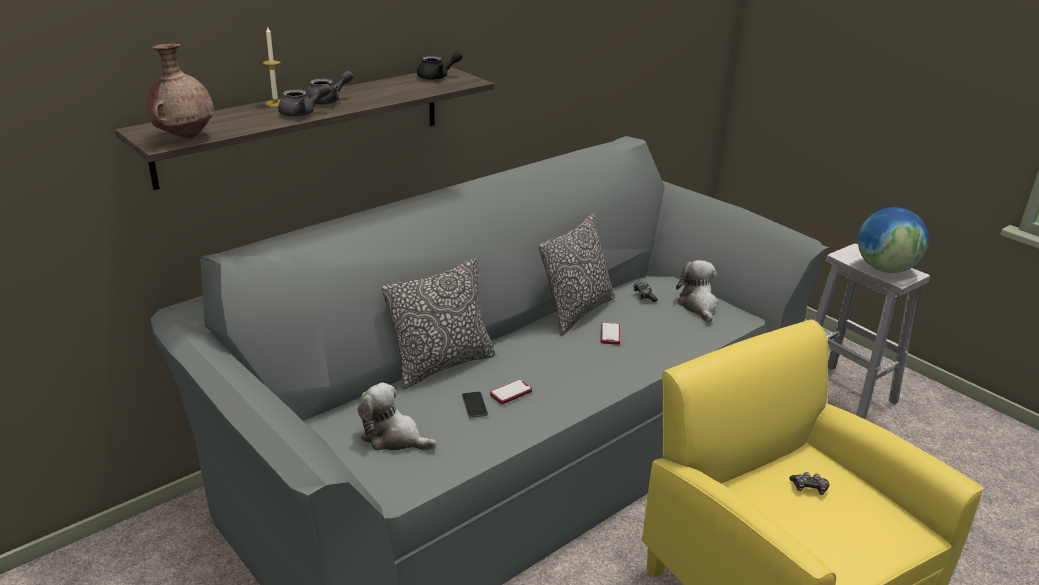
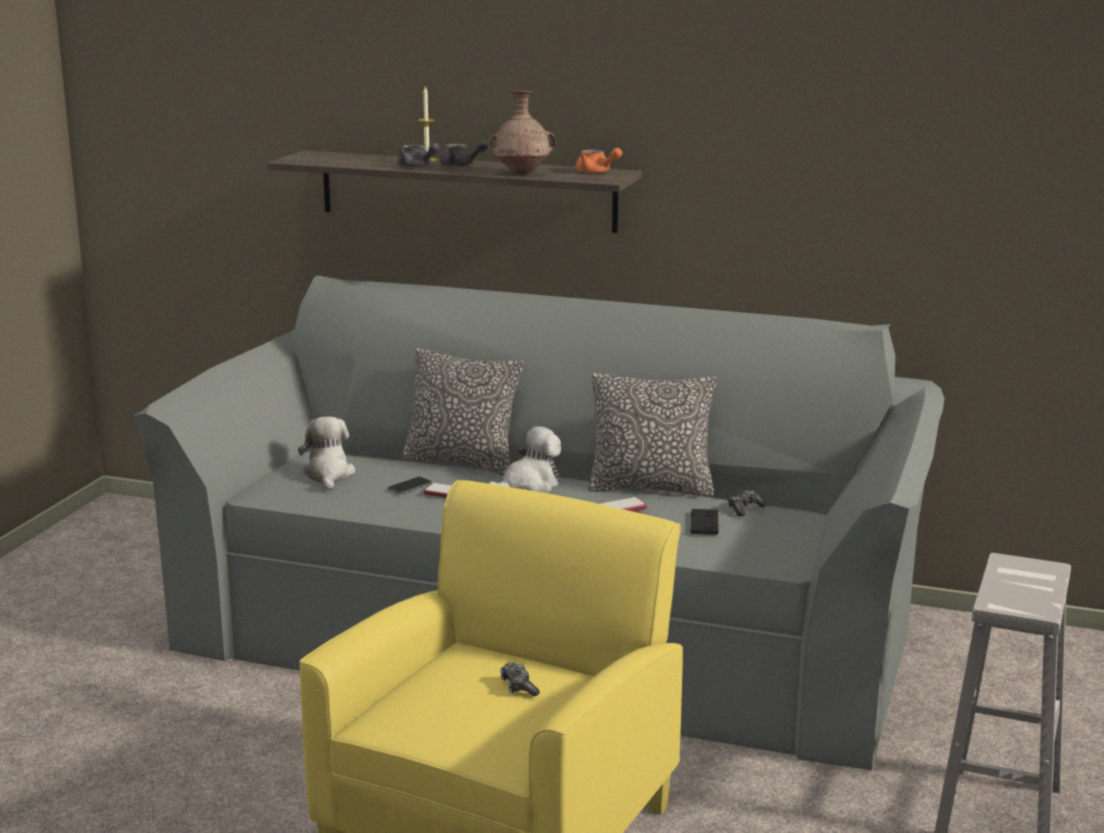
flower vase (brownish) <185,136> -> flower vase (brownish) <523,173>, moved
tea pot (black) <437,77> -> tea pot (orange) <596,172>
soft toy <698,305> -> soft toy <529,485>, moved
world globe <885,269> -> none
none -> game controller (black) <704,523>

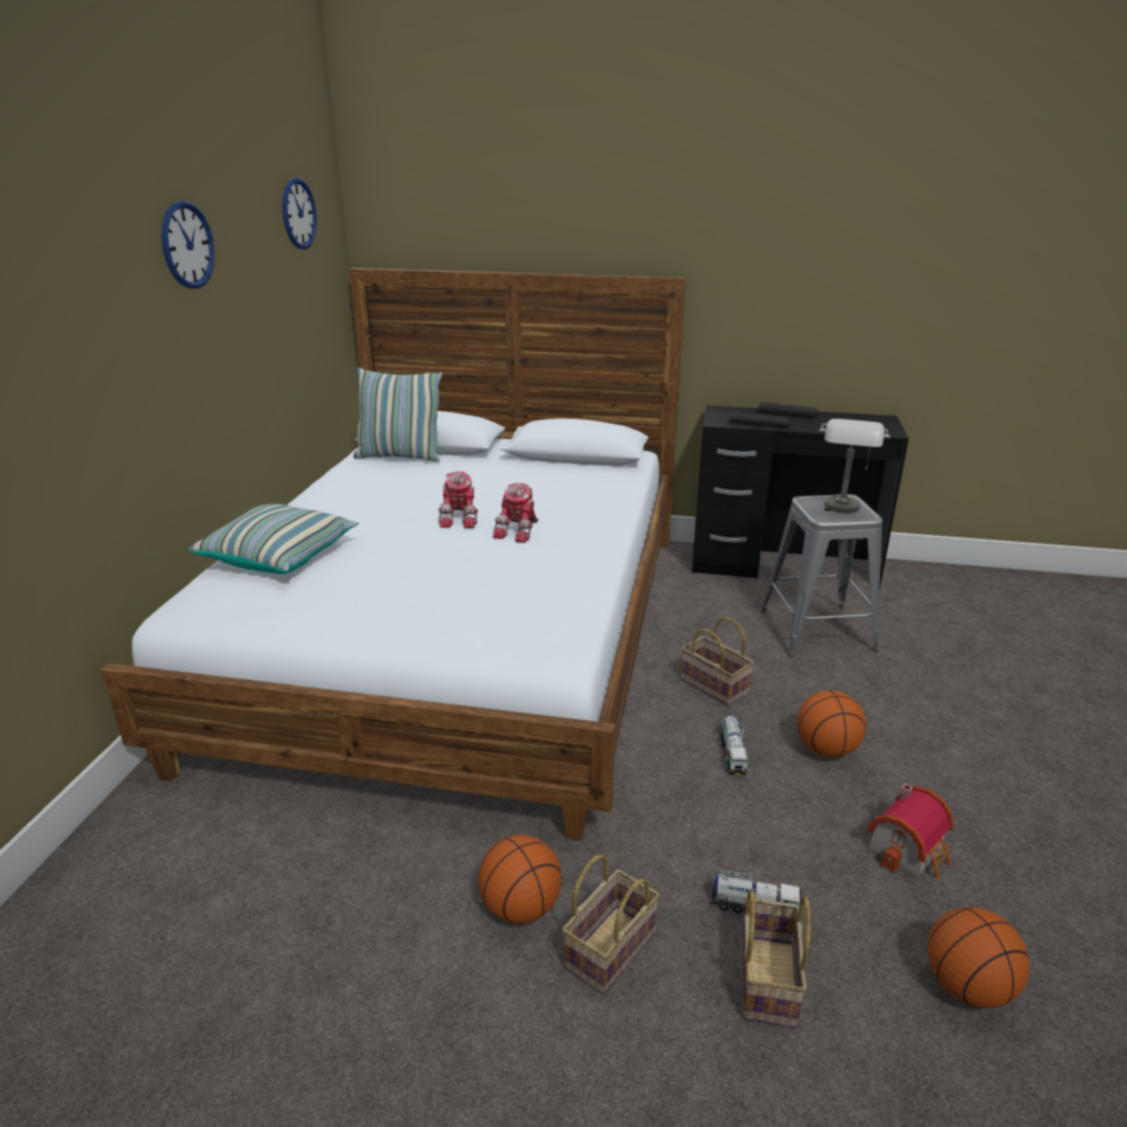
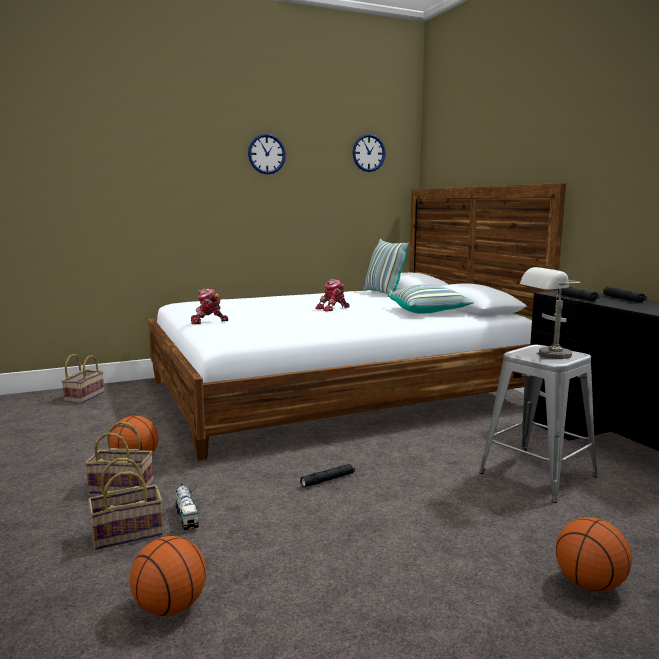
pillow <280,556> -> pillow <429,311>, moved
toy robot <519,531> -> toy robot <208,321>, moved
storage basket <712,686> -> storage basket <84,396>, moved
model truck <732,754> -> hand torch (black) <328,480>
ball for basketball <826,749> -> ball for basketball <589,585>, moved
toy house <910,851> -> none

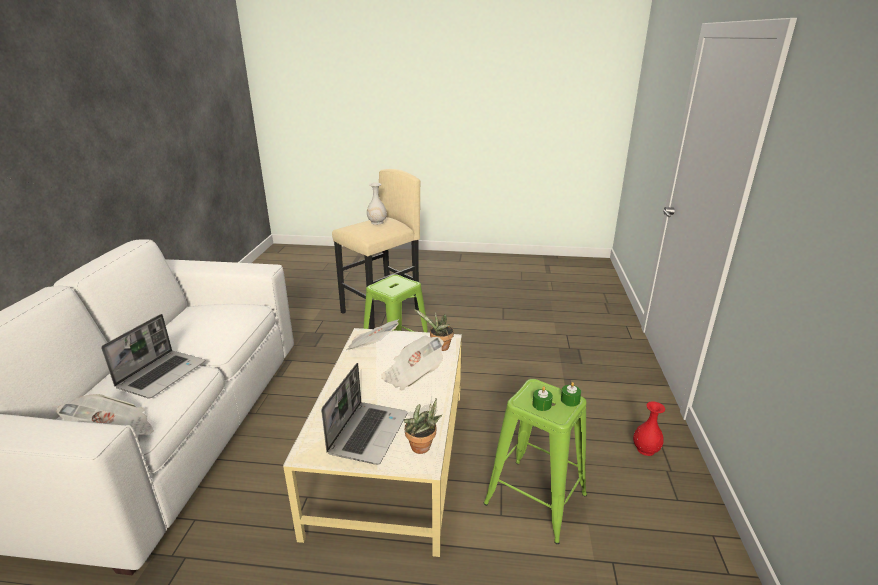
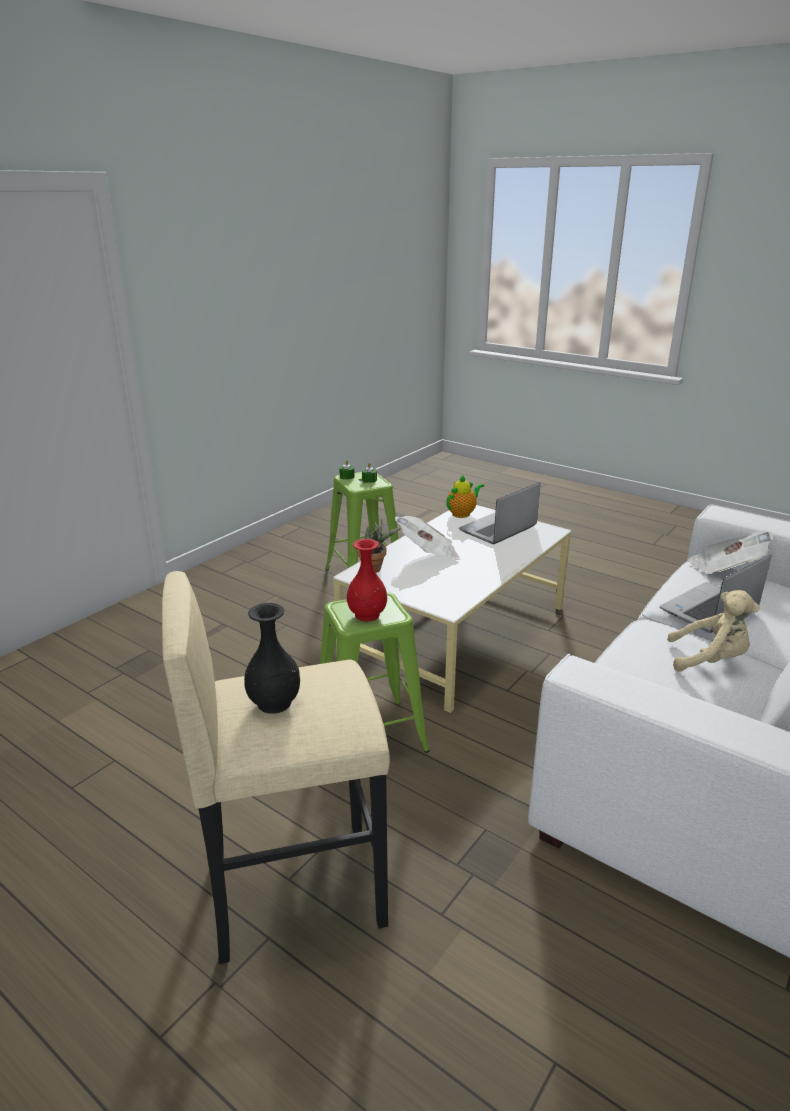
daily paper <373,347> -> none
flower vase (white) <377,222> -> flower vase (black) <274,703>
potted plant <423,448> -> tea pot <462,513>
flower vase (red-coloured) <646,449> -> flower vase (red-coloured) <366,615>, moved
none -> soft toy (sand-coloured) <709,660>

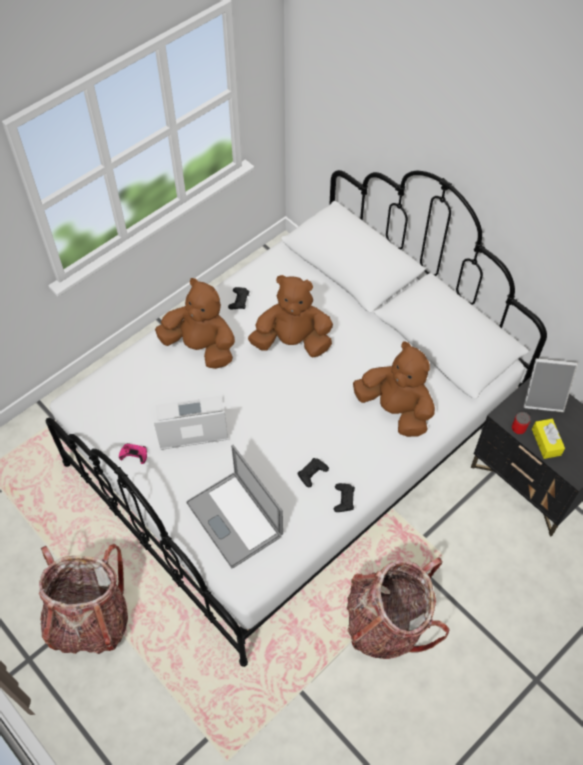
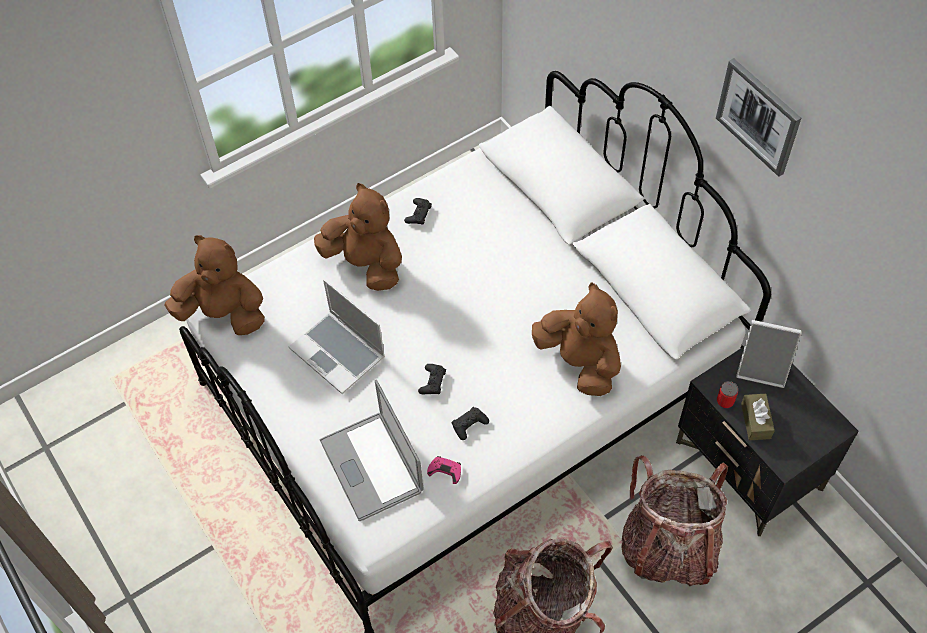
backpack <89,619> -> backpack <668,547>, moved
game controller (pink-coloured) <134,454> -> game controller (pink-coloured) <445,470>, moved
laptop <190,425> -> laptop <339,353>, 135 degrees counterclockwise
soft toy (brownish) <292,342> -> soft toy (brownish) <223,313>, moved
game controller (black) <344,499> -> game controller (black) <432,381>, moved
tissue holder (yellow-coloured) <546,442> -> tissue holder (brownish) <755,421>
none -> wall art <759,116>

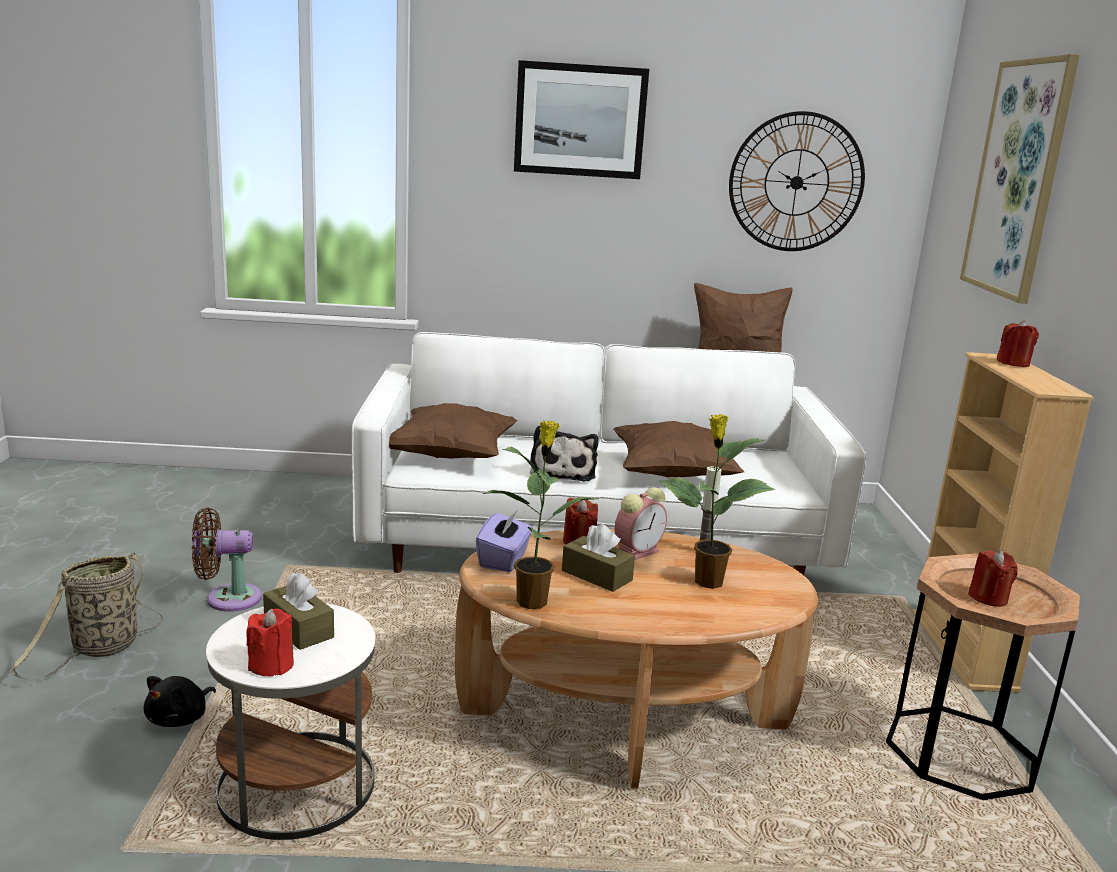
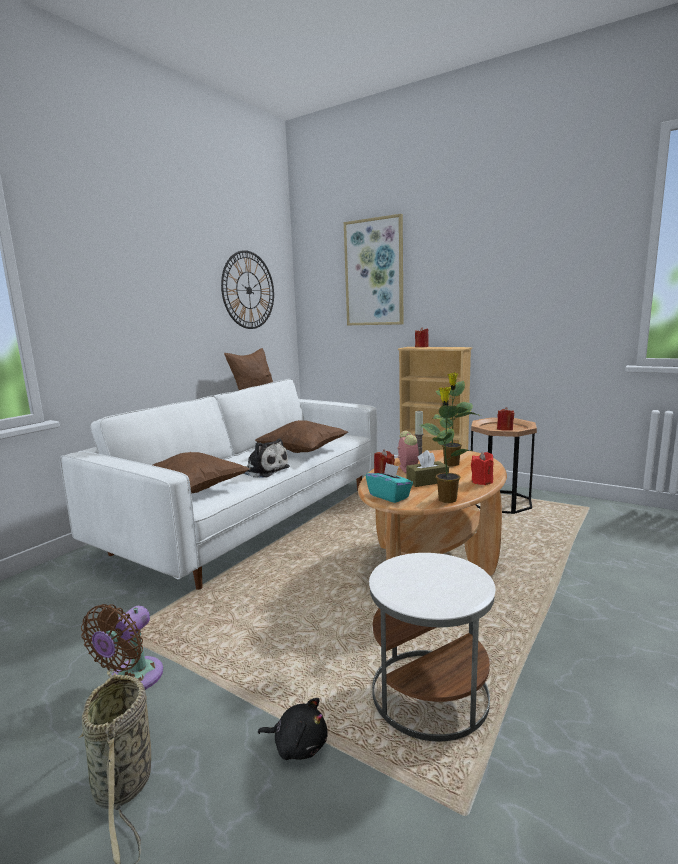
soft toy (black) <180,718> -> soft toy (black) <298,745>, 45 degrees counterclockwise
wax candle (red-coloured) <271,665> -> wax candle (red-coloured) <482,481>, moved
tissue holder (brownish) <298,629> -> none
tissue holder (purplish) <504,560> -> tissue holder (turquoise-coloured) <389,496>
wall art <580,120> -> none

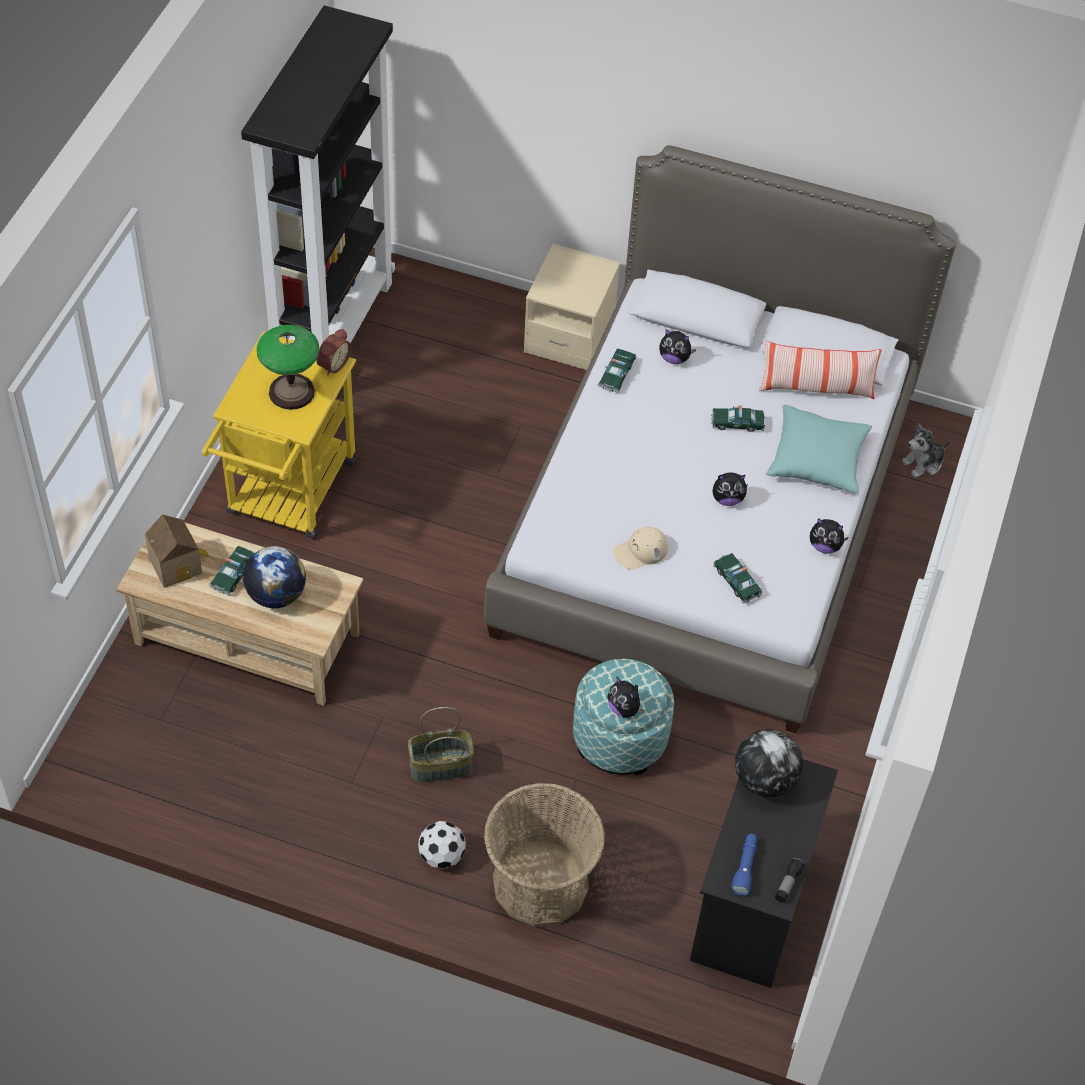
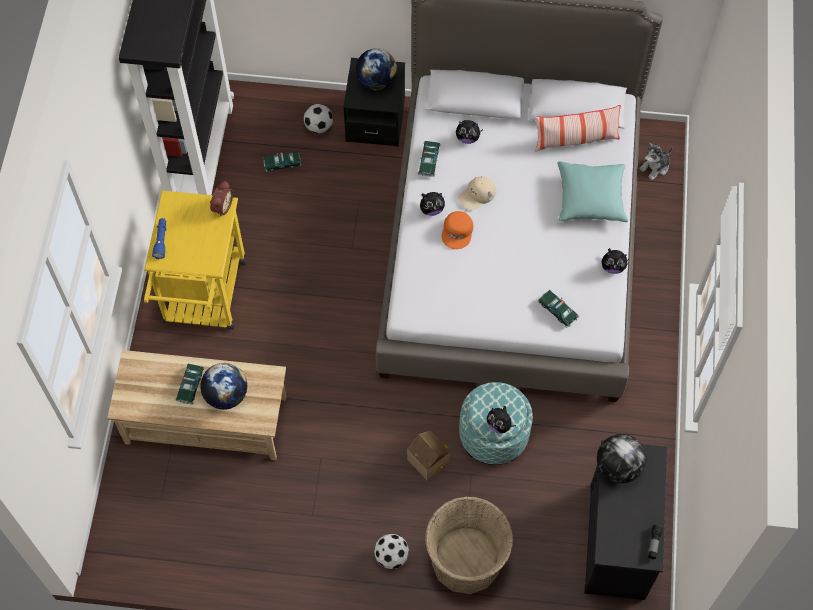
toy house <178,564> -> toy house <429,459>, moved
lamp for a table <291,392> -> none
storage basket <440,766> -> none
bedside table (sand-coloured) <569,335> -> bedside table (black) <375,120>
cap (sand-coloured) <640,551> -> cap (sand-coloured) <477,194>, moved
toy car <737,423> -> toy car <282,164>, moved
soft toy <727,499> -> soft toy <431,209>, moved
hand torch (blue) <745,867> -> hand torch (blue) <161,240>, moved
none -> football <319,126>
none -> world globe <376,81>
none -> cap (orange) <458,232>

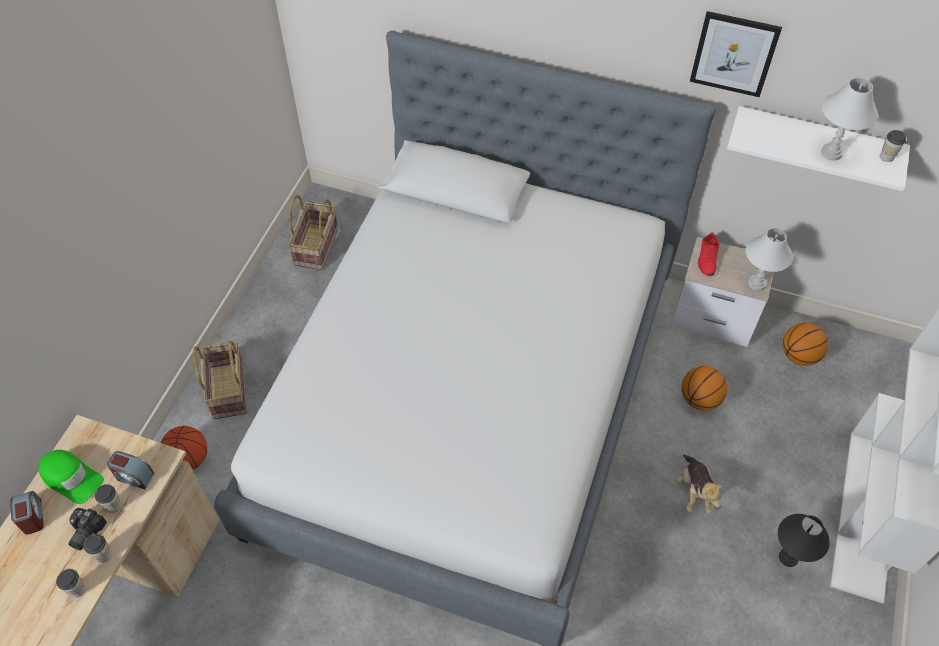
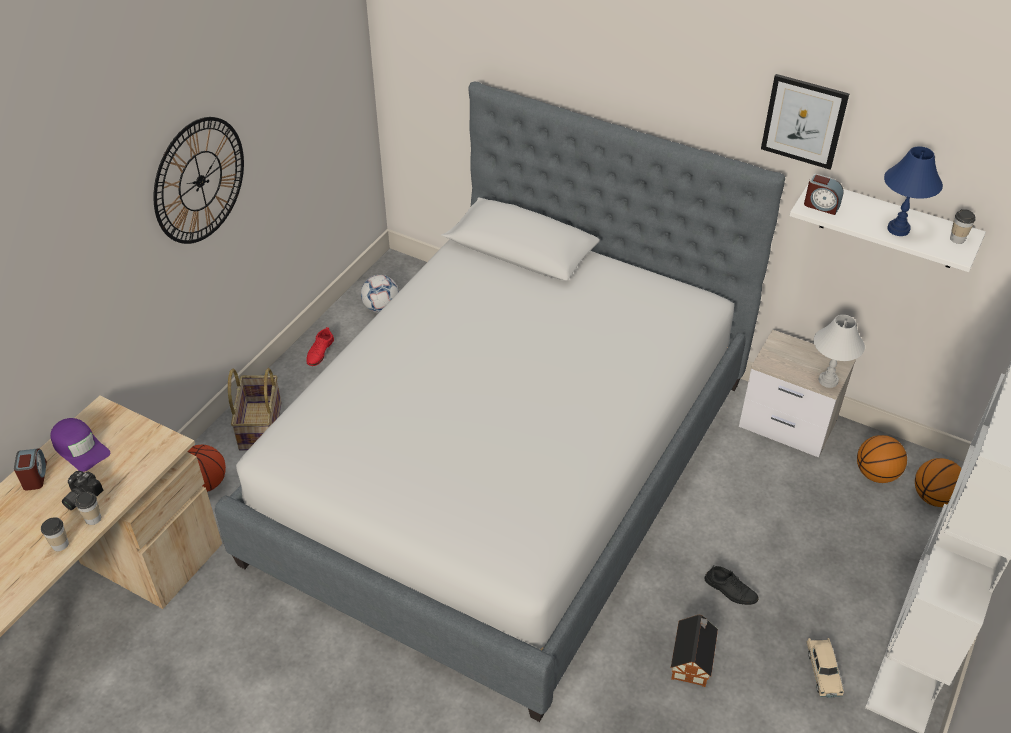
cap (greenish) <71,478> -> cap (purplish) <80,448>
cup <113,505> -> none
table clock <134,476> -> table clock <821,205>, moved
storage basket <317,247> -> football <381,307>
soft toy <694,491> -> low shoe (black) <730,590>
ball for basketball <700,399> -> ball for basketball <934,497>, moved
low shoe (red-coloured) <707,258> -> low shoe (red-coloured) <320,352>, moved
lamp for a table (black) <788,558> -> toy car (sand-coloured) <822,671>
lamp for a table (white) <831,152> -> lamp for a table (blue) <898,229>
none -> hanging clock <200,181>
none -> toy house <692,658>

